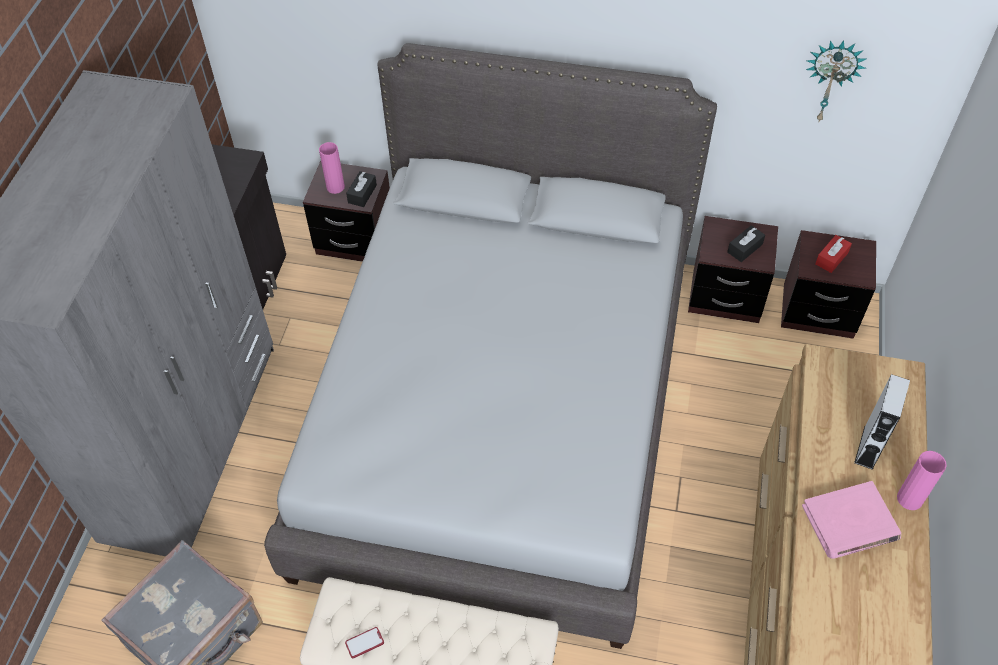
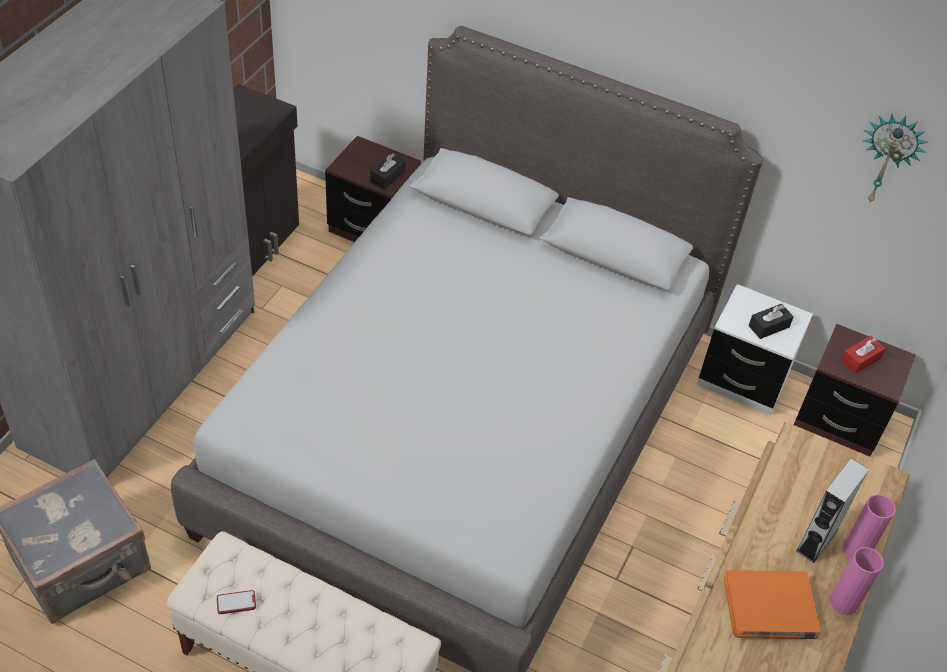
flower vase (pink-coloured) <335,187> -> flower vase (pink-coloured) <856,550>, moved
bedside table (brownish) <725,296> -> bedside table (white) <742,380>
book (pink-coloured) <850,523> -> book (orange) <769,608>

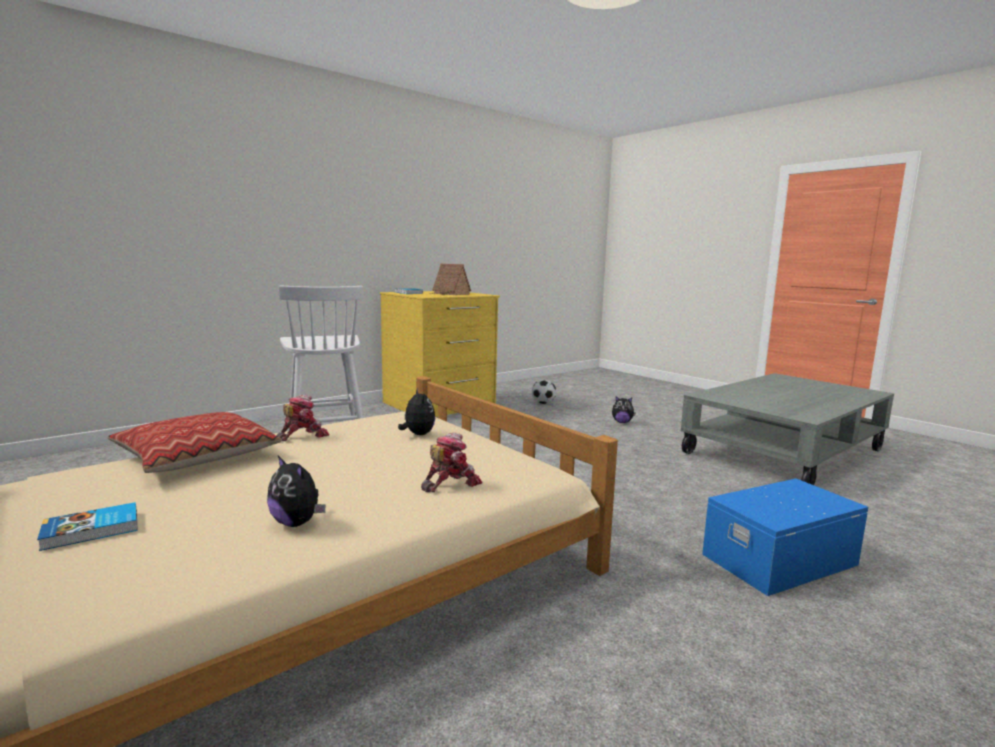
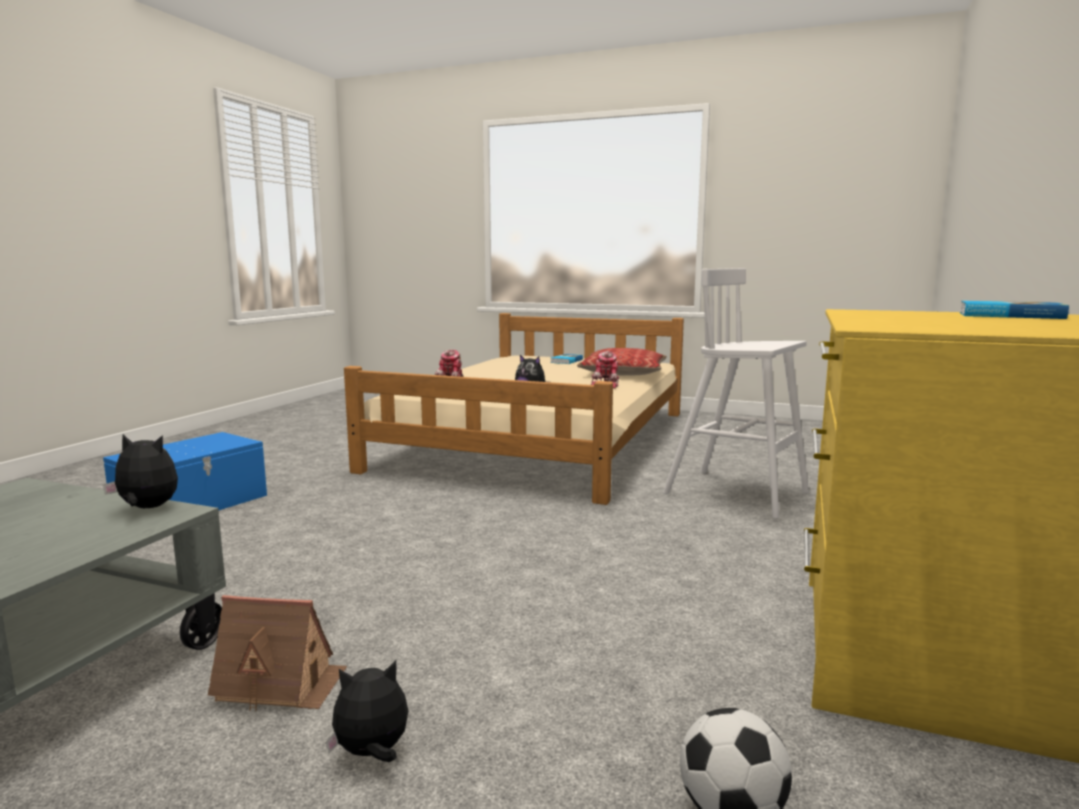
soft toy <297,523> -> soft toy <146,508>, moved
toy house <449,294> -> toy house <281,683>, moved

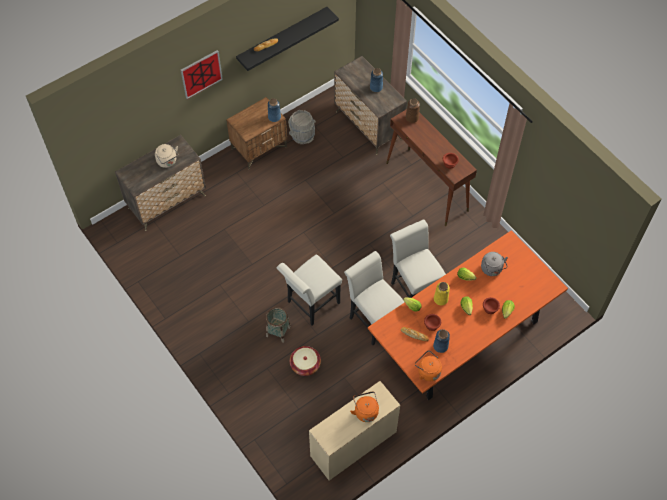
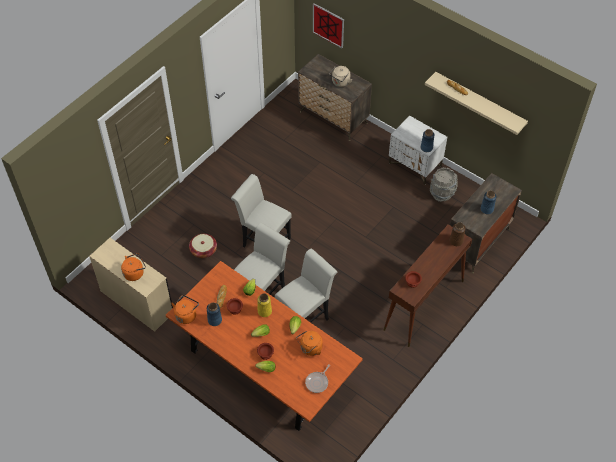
wall art <201,74> -> wall art <328,25>, moved
bedside table (brownish) <259,147> -> bedside table (white) <415,165>
wall shelf (black) <282,37> -> wall shelf (sand-coloured) <479,102>
storage basket <278,331> -> none
water kettle (gray) <492,269> -> water kettle (orange) <310,348>
none -> frying pan <317,382>

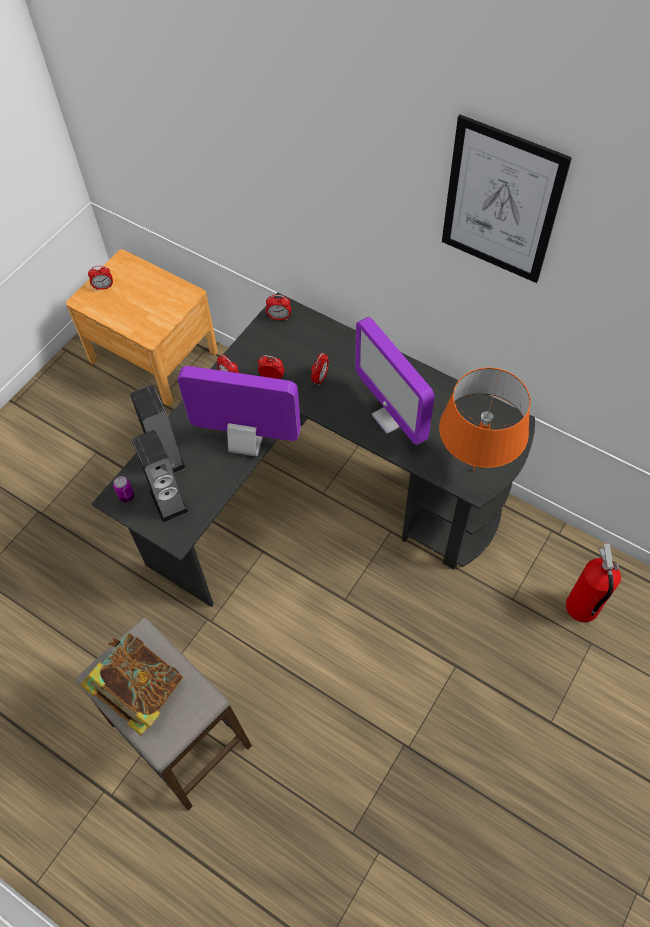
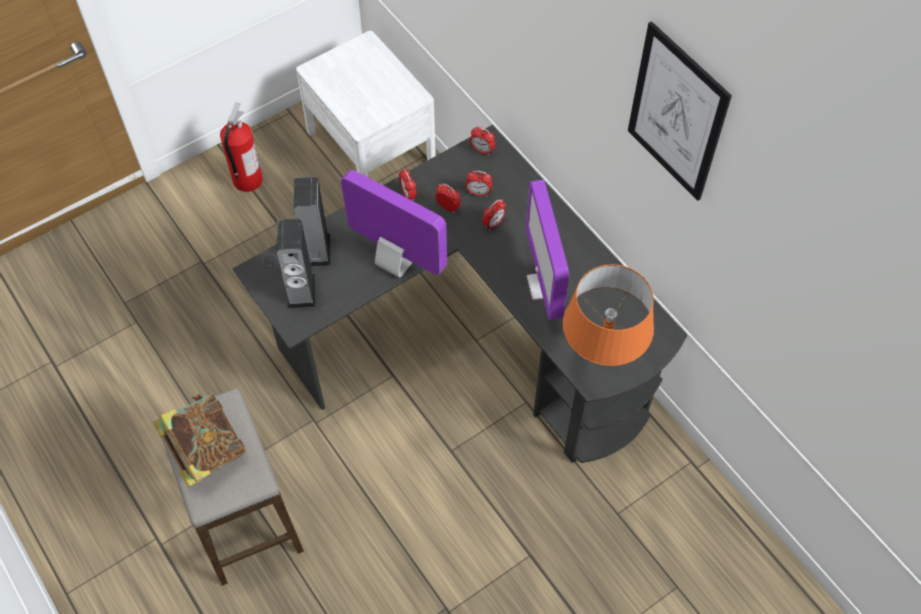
bedside table (brownish) <153,356> -> bedside table (white) <371,146>
table clock <103,287> -> table clock <478,193>, moved
sealed can <126,496> -> none
fire-fighting cylinder <581,607> -> fire-fighting cylinder <247,180>, moved

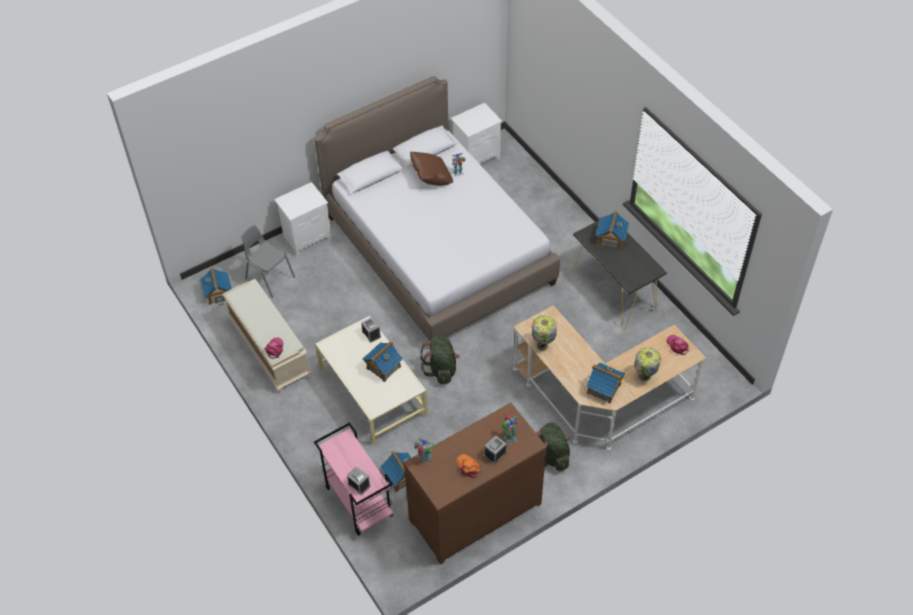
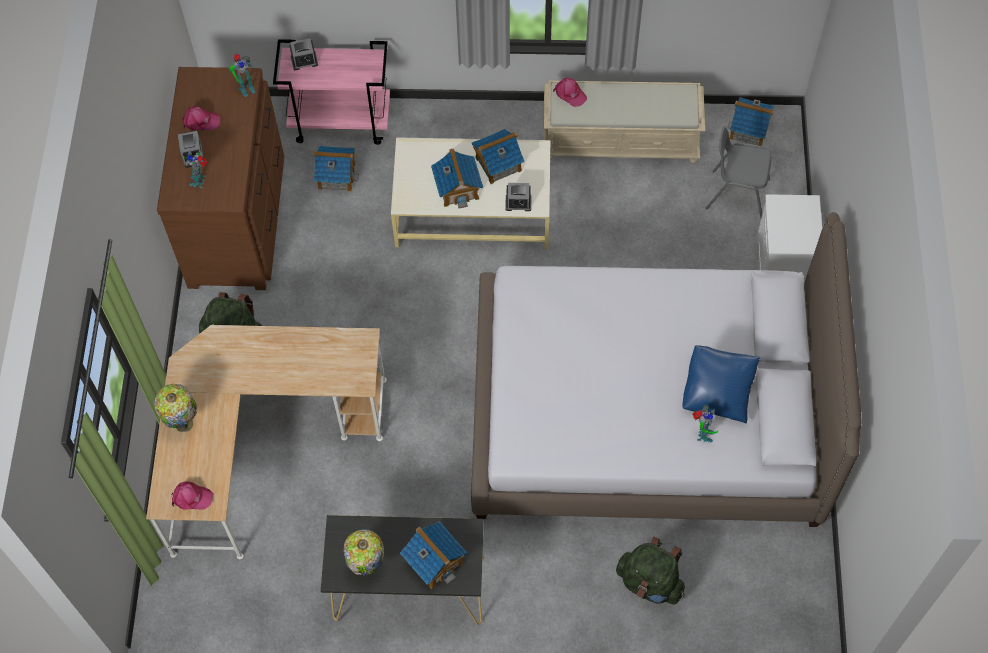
plain chair (gray) <269,278> -> plain chair (gray) <737,194>, 150 degrees counterclockwise
pillow (brownish) <431,178> -> pillow (blue) <717,393>
backpack (greenish) <441,369> -> backpack (greenish) <650,582>, moved
bedside table (white) <476,156> -> none
cap (orange) <468,467> -> cap (pink-coloured) <200,121>
lamp for a table <543,345> -> lamp for a table <366,566>, moved
toy house <604,389> -> toy house <498,164>, moved

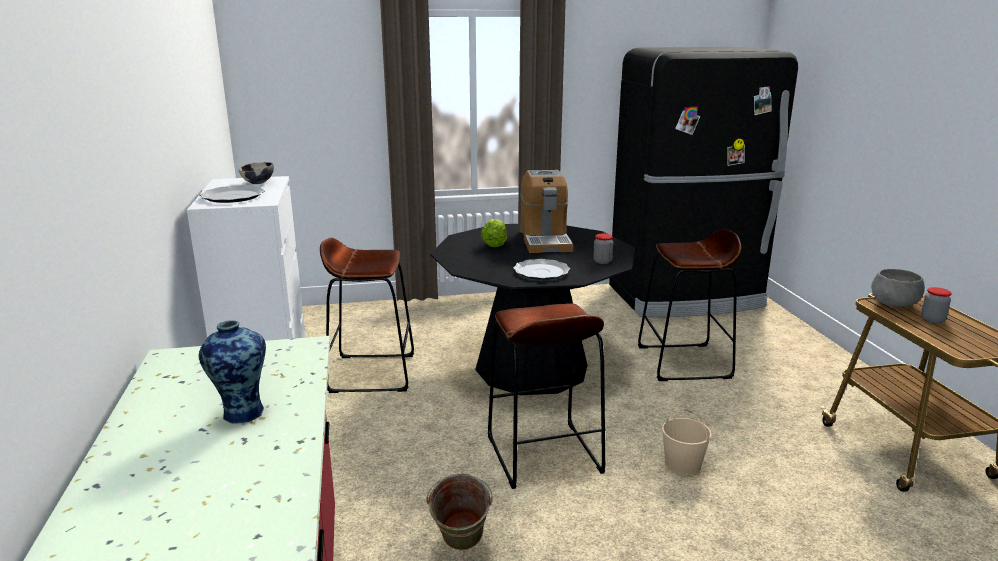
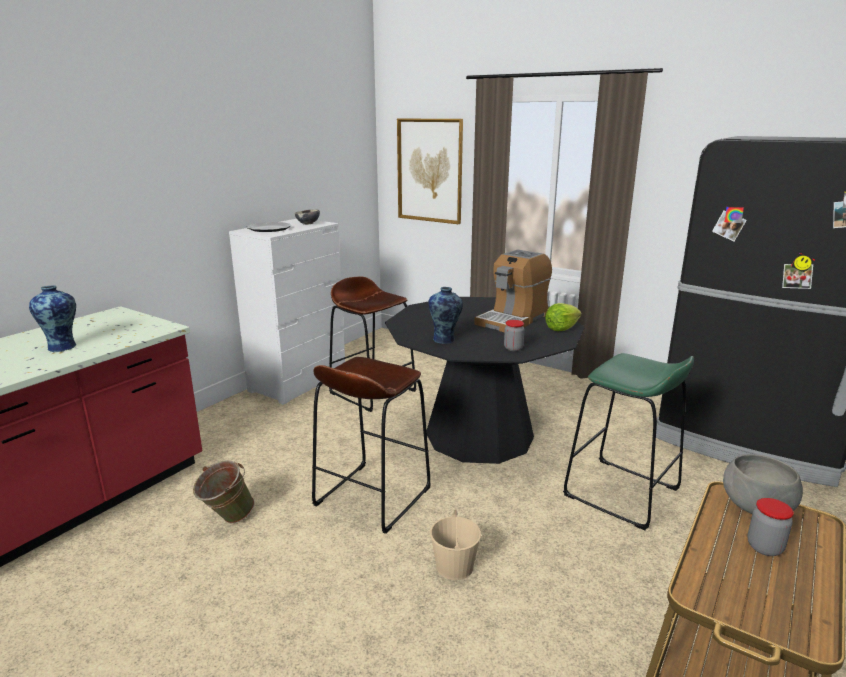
lettuce <495,244> -> lettuce <561,328>, moved
dinner plate <541,272> -> flower vase <445,340>
stool seat (brownish) <684,362> -> stool seat (greenish) <621,493>
none -> wall art <430,171>

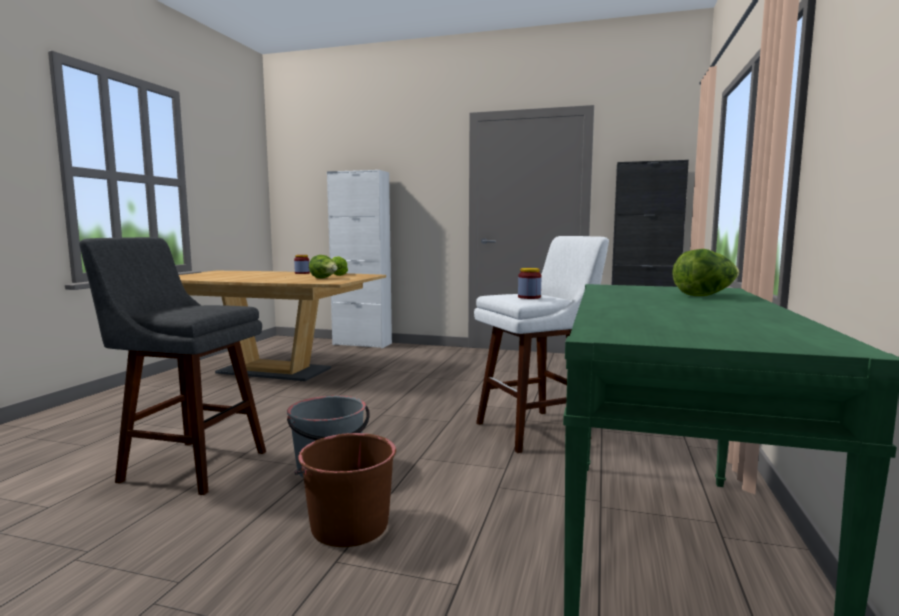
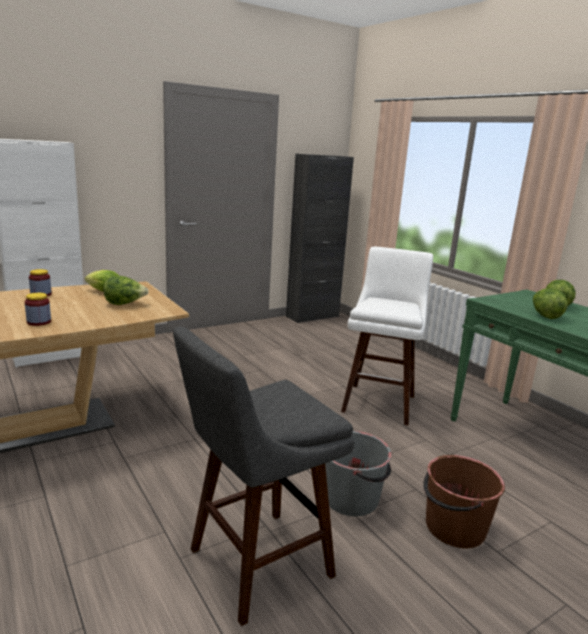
preserve jar <529,297> -> preserve jar <39,322>, moved
none -> lettuce <545,316>

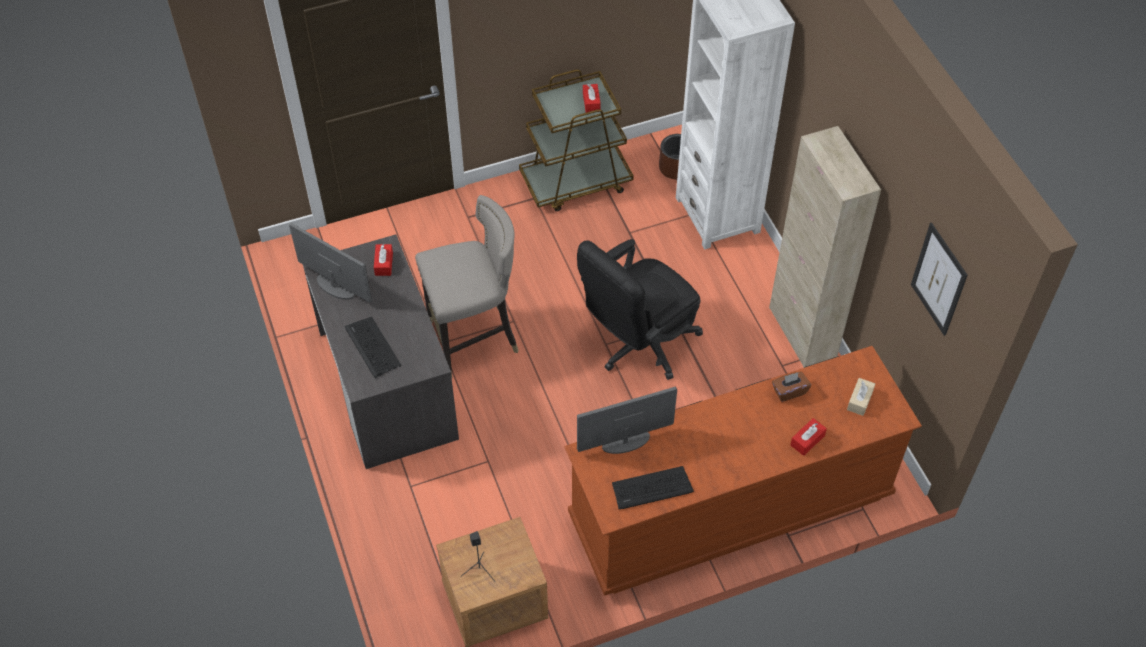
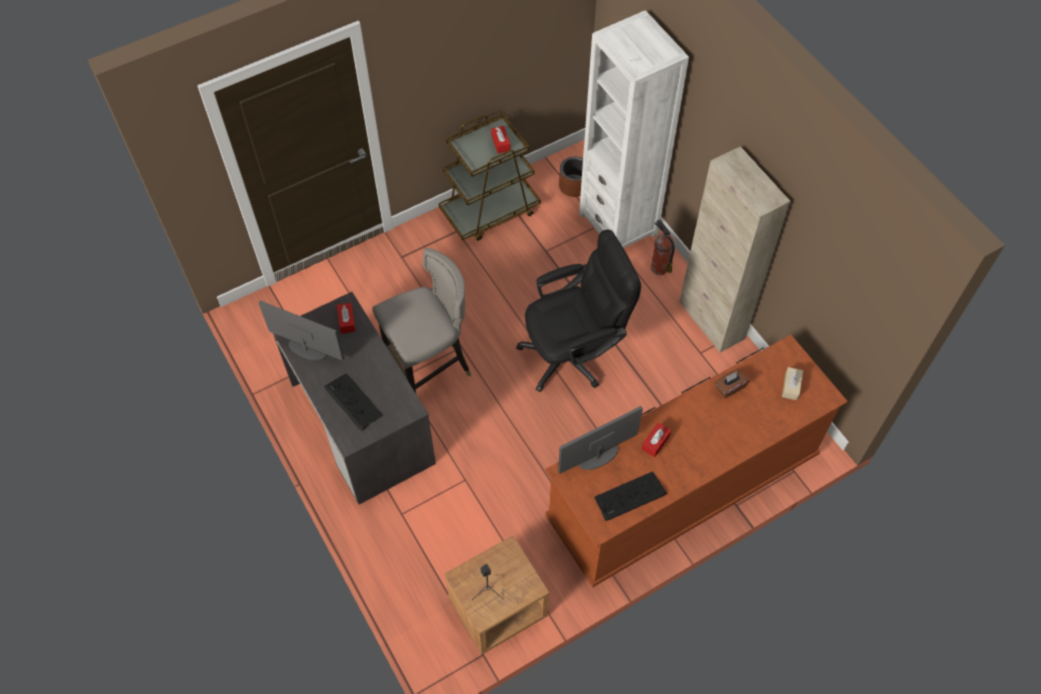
computer chair (black) <638,345> -> computer chair (black) <574,353>, 150 degrees counterclockwise
tissue holder (red-coloured) <807,440> -> tissue holder (red-coloured) <655,442>, moved
wall art <939,279> -> none
none -> fire-fighting cylinder <658,267>

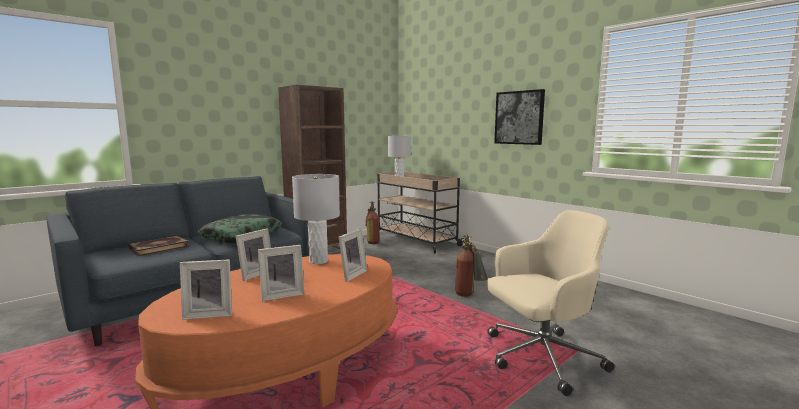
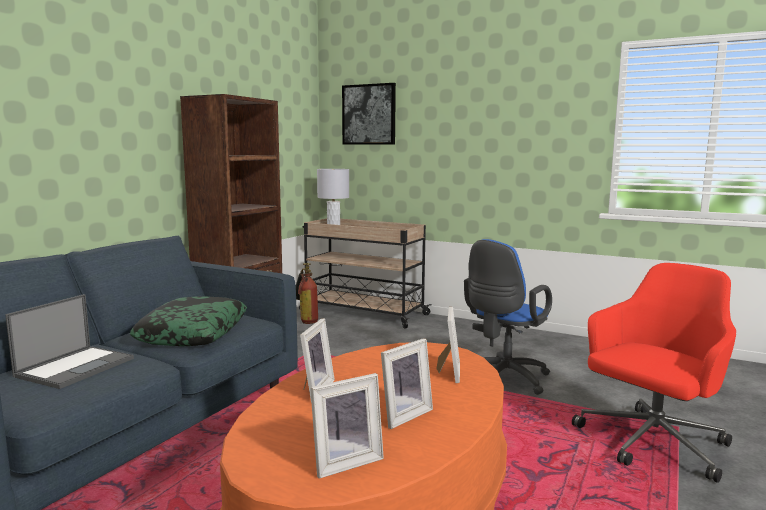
book <159,247> -> laptop <76,367>
lamp for a table (gray) <318,261> -> none
fire-fighting cylinder <469,296> -> computer chair (blue) <503,380>
computer chair (sand-coloured) <540,358> -> computer chair (red-coloured) <651,443>
wall art <519,117> -> wall art <369,114>, moved

